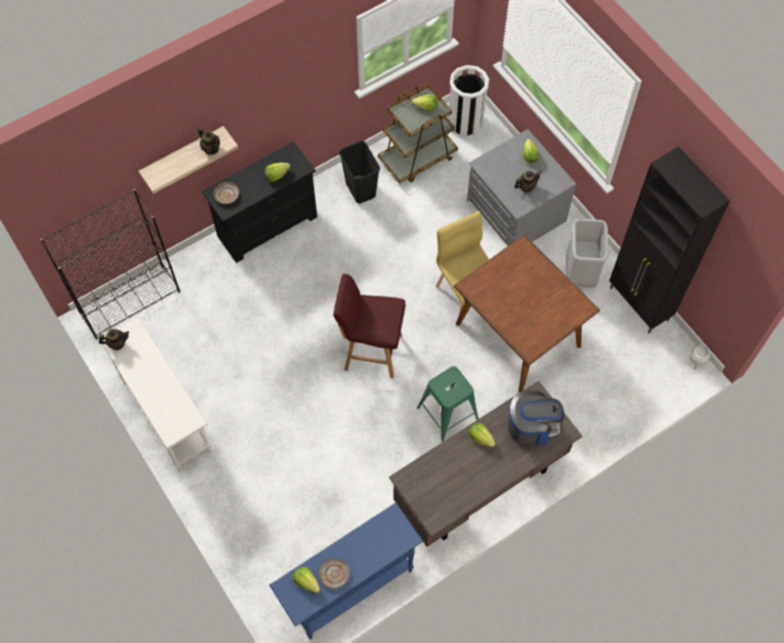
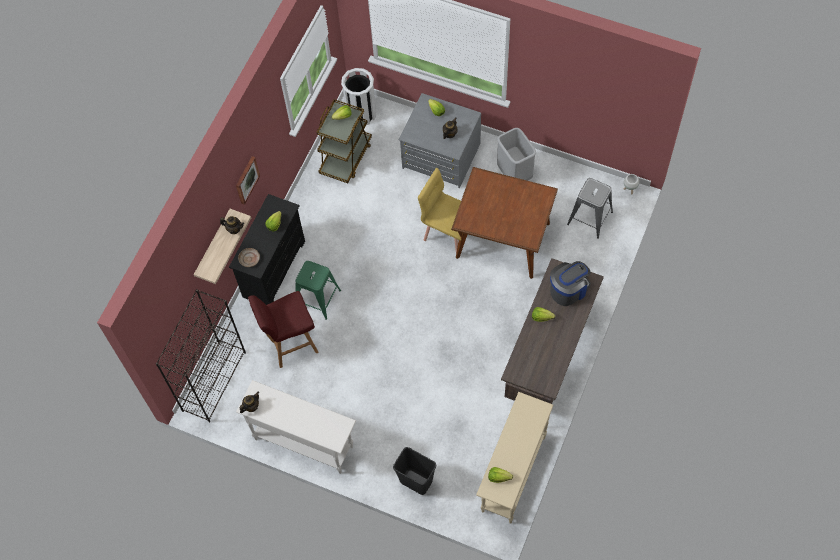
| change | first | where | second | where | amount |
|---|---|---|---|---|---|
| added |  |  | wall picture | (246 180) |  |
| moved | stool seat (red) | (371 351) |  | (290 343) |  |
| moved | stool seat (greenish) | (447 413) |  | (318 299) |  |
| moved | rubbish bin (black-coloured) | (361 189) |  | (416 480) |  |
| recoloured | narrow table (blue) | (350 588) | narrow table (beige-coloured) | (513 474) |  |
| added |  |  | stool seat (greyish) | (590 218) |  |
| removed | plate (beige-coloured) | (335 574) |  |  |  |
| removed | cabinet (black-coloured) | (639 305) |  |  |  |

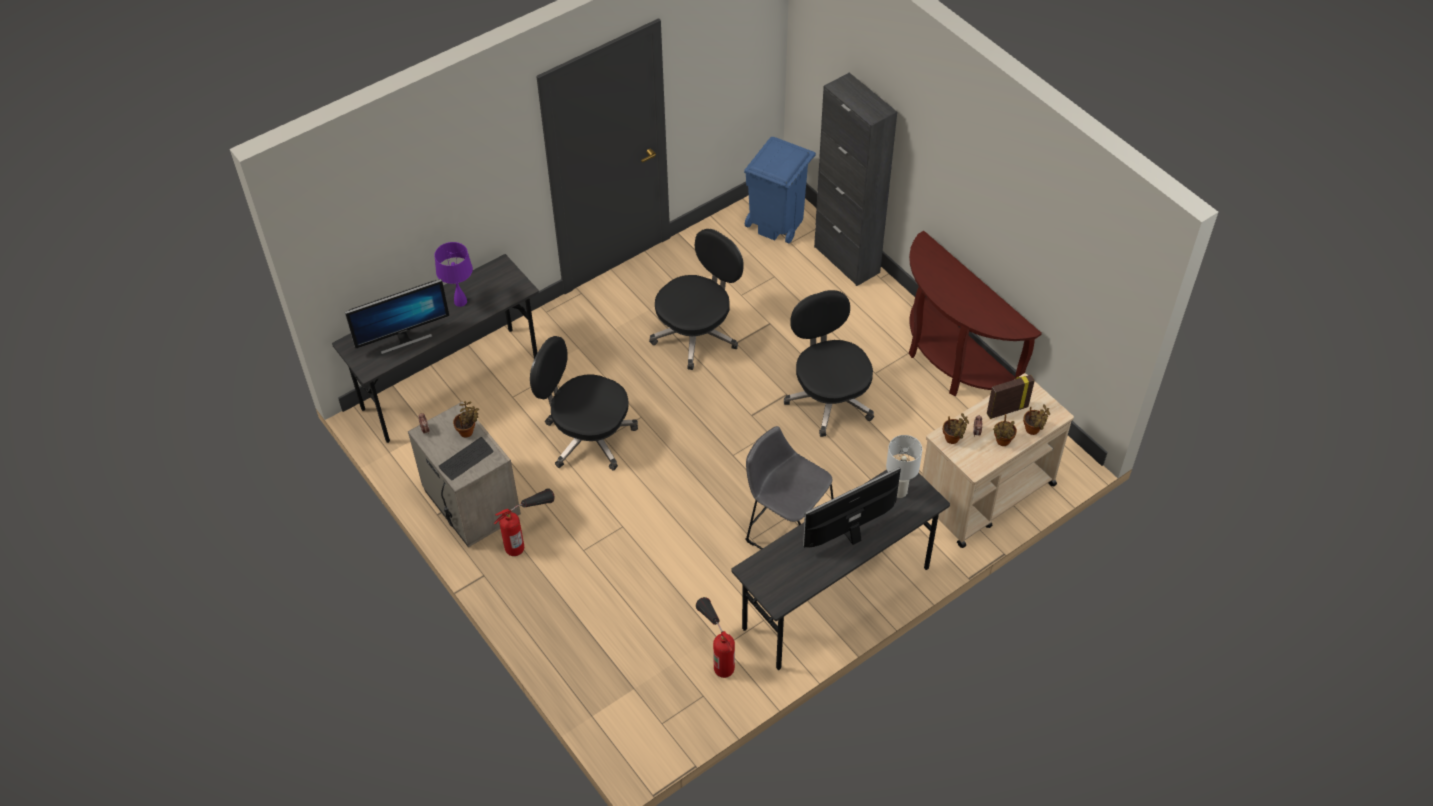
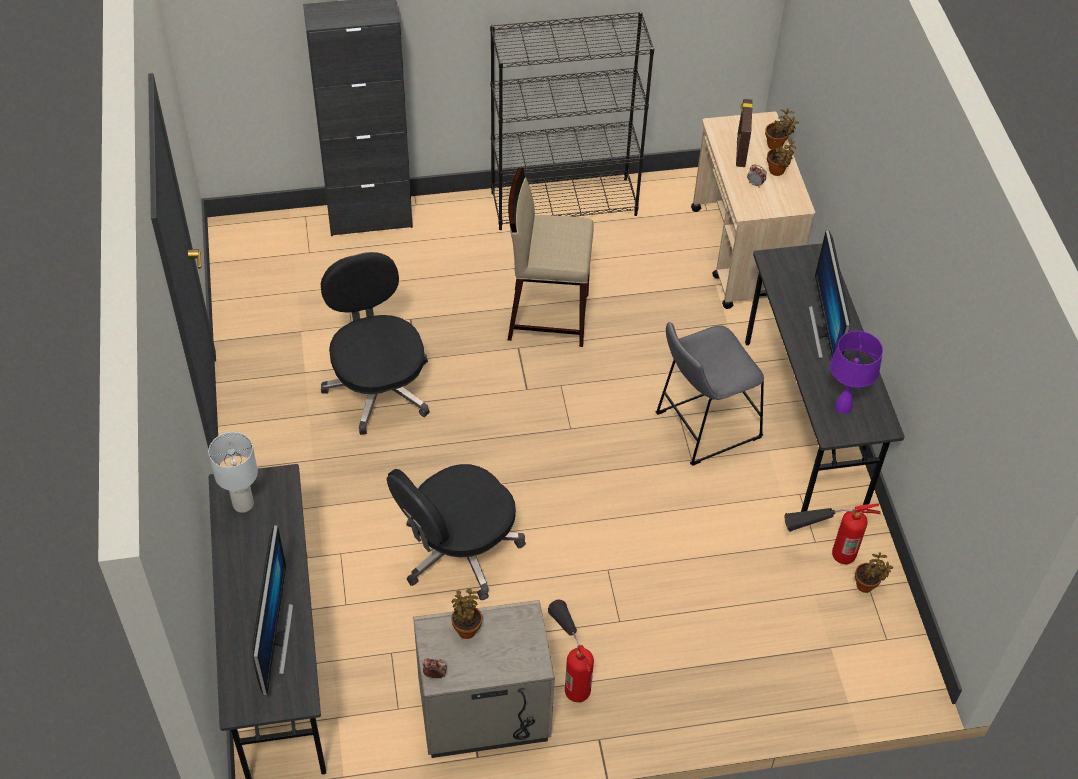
| change | first | where | second | where | amount |
|---|---|---|---|---|---|
| moved | tabletop lamp (white) | (898 491) |  | (242 504) |  |
| replaced | narrow table (brown) | (951 362) | bookshelf (black-coloured) | (564 203) |  |
| replaced | computer chair (black-coloured) | (829 398) | stool seat (beige-coloured) | (547 316) |  |
| moved | tabletop lamp (purple) | (460 302) |  | (843 406) |  |
| moved | plant in a pot | (953 439) |  | (866 585) |  |
| removed | computer keyboard | (466 459) |  |  |  |
| removed | rubbish bin (blue) | (776 223) |  |  |  |

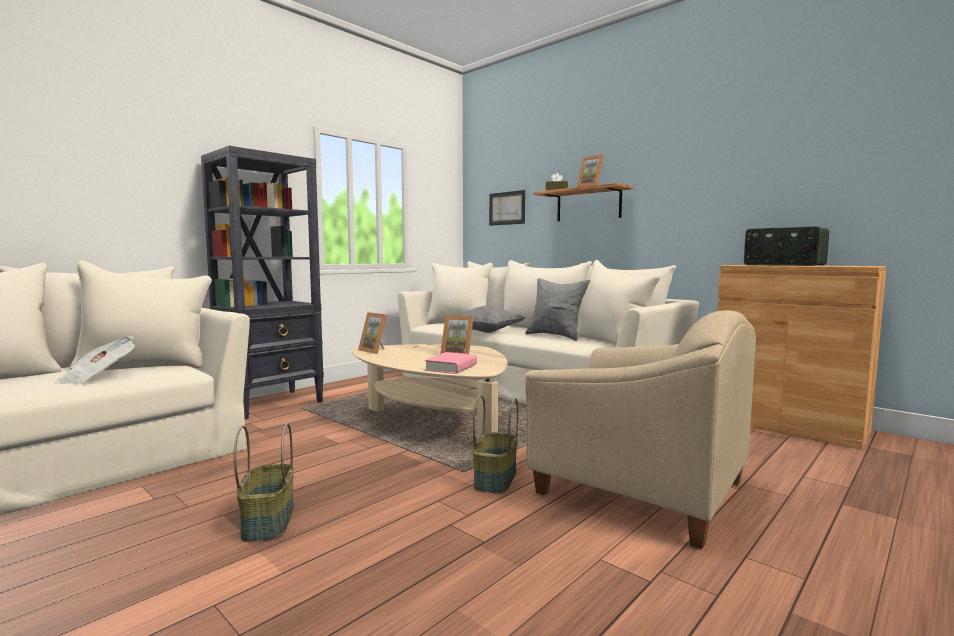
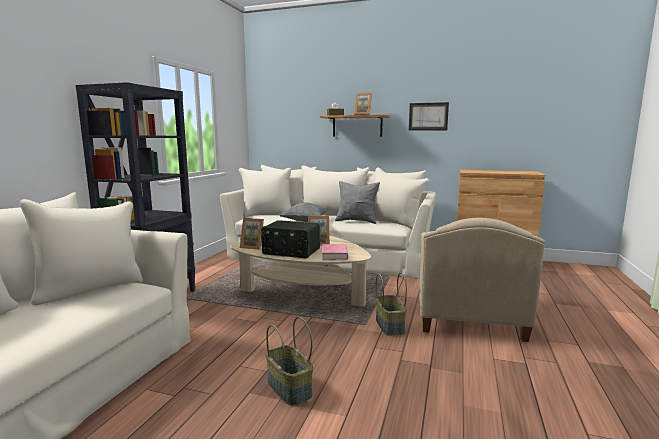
| change | first | where | second | where | amount |
|---|---|---|---|---|---|
| moved | radio | (784 265) |  | (291 252) |  |
| moved | wall picture | (507 208) |  | (428 116) |  |
| turned | lounge chair (beige-coloured) | (638 490) |  | (467 315) | 90 degrees clockwise |
| removed | printed paper | (97 377) |  |  |  |

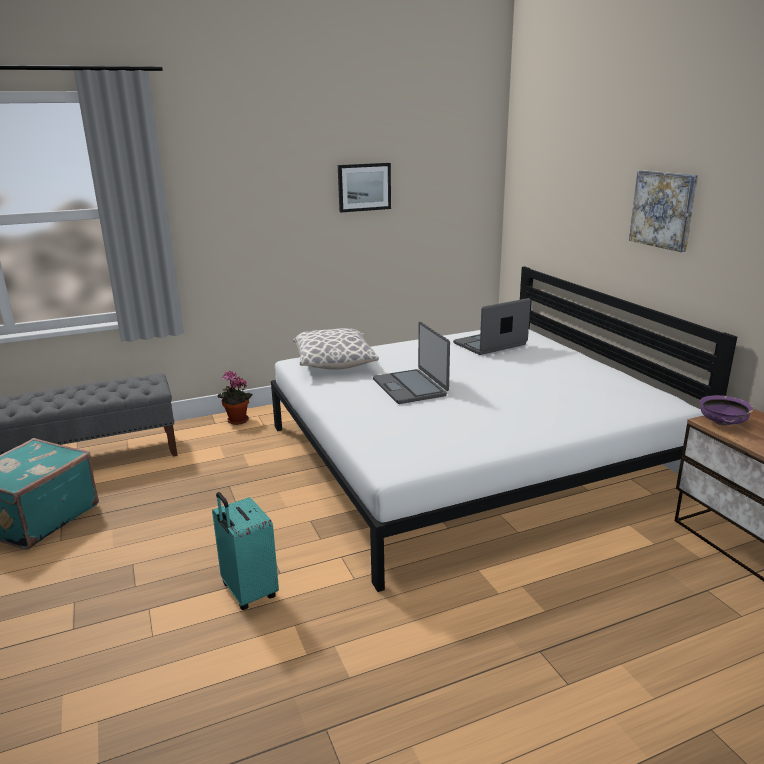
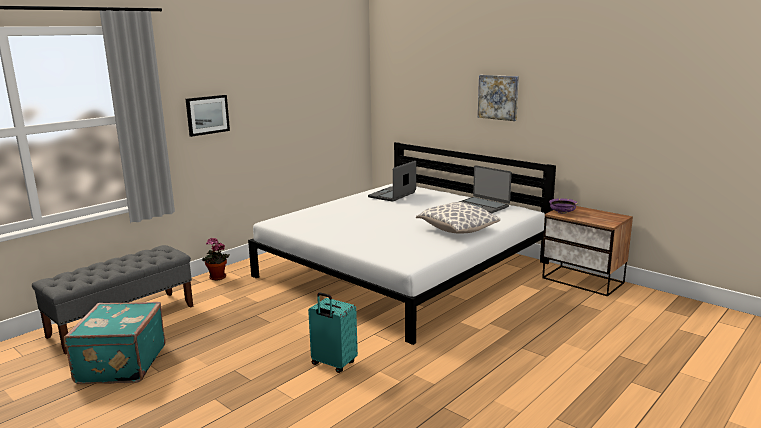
| change | first | where | second | where | amount |
|---|---|---|---|---|---|
| moved | wall picture | (364 187) |  | (207 115) |  |
| moved | pillow | (334 364) |  | (457 230) |  |
| moved | laptop | (410 387) |  | (482 206) |  |

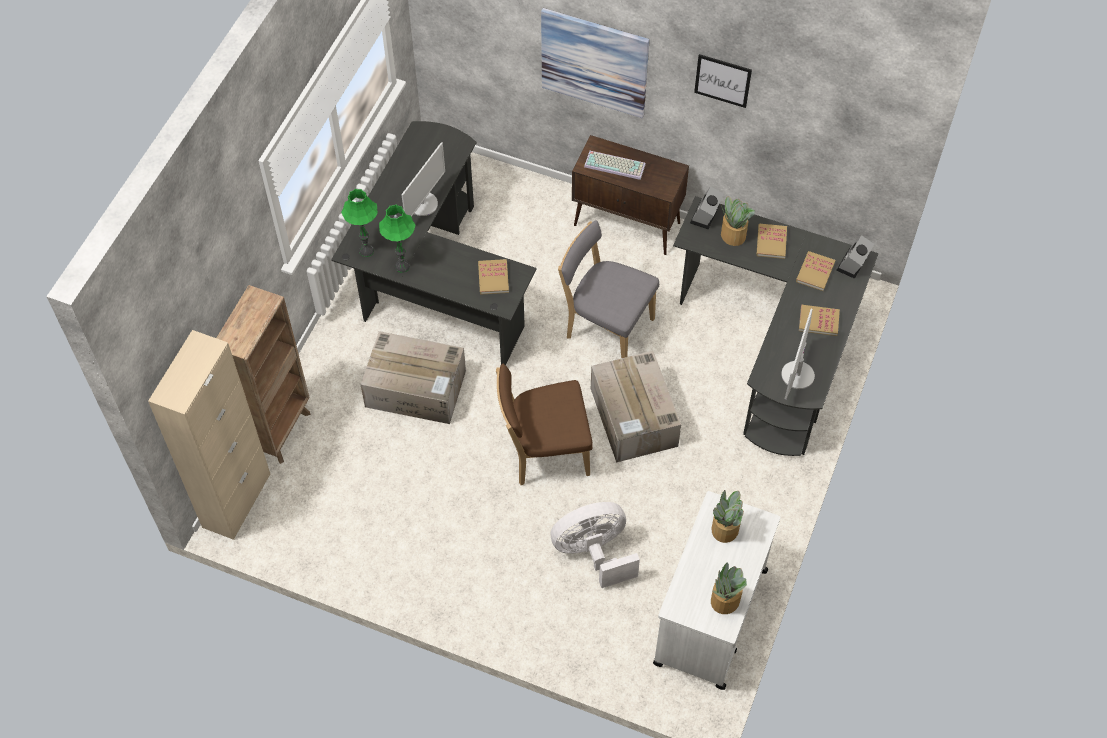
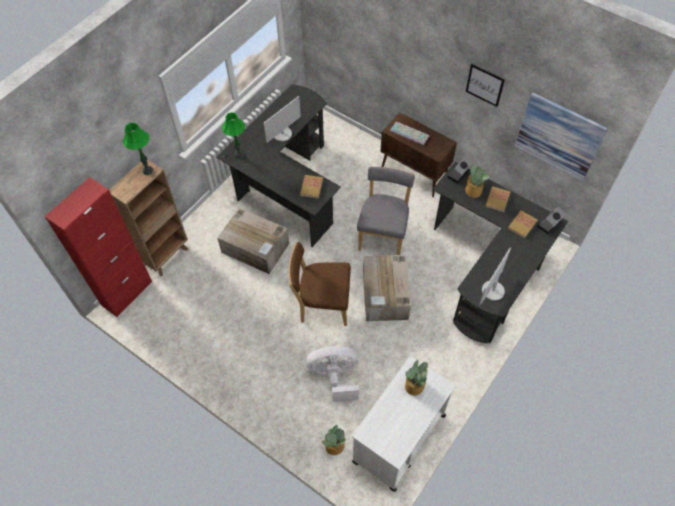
| change | first | where | second | where | amount |
|---|---|---|---|---|---|
| recoloured | cabinet (beige-coloured) | (236 500) | cabinet (red) | (127 293) |  |
| moved | tabletop lamp (greenish) | (402 266) |  | (148 171) |  |
| moved | plant in a pot | (724 601) |  | (334 446) |  |
| turned | plain chair (greyish) | (606 326) |  | (383 234) | 60 degrees clockwise |
| moved | wall picture | (594 62) |  | (559 137) |  |
| removed | book | (818 321) |  |  |  |

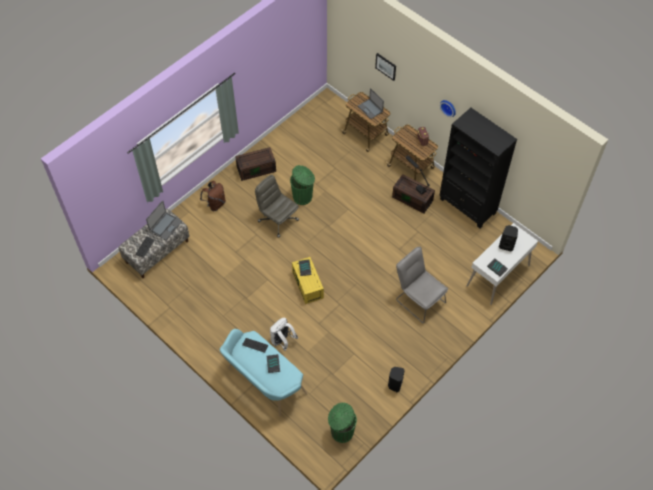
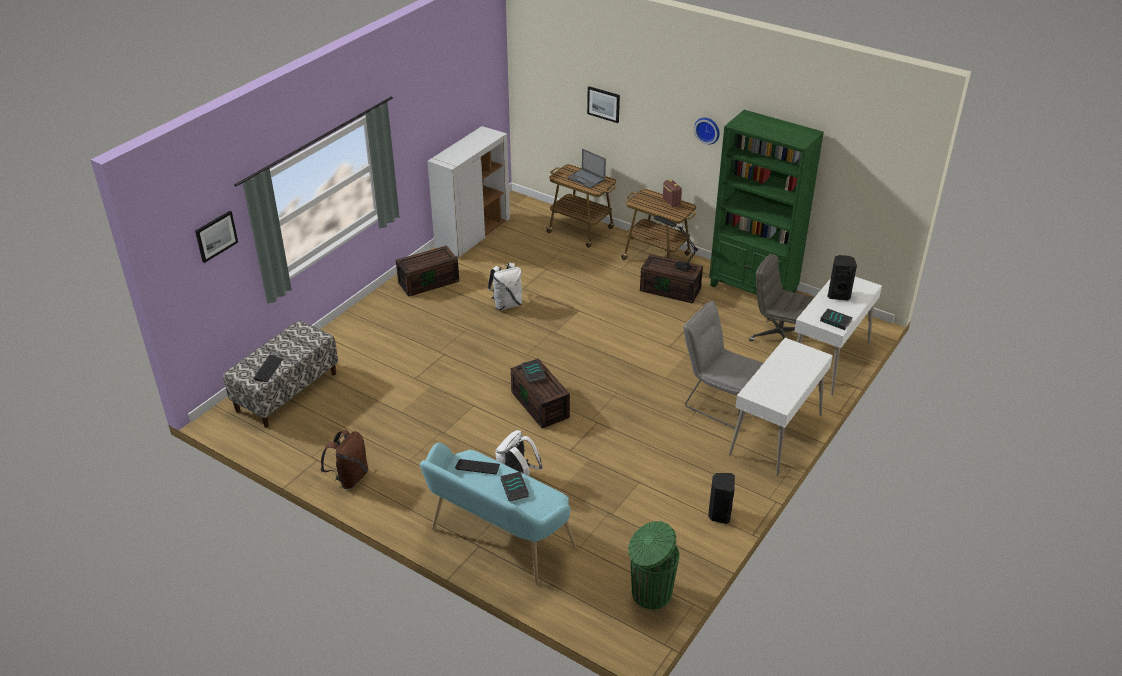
| change | first | where | second | where | amount |
|---|---|---|---|---|---|
| added |  |  | wall picture | (216 236) |  |
| moved | backpack (brown) | (215 204) |  | (349 478) |  |
| added |  |  | cabinet (white) | (473 234) |  |
| replaced | rubbish bin (greenish) | (303 197) | backpack (white) | (507 304) |  |
| recoloured | storage bin (yellow) | (308 285) | storage bin (brown) | (541 405) |  |
| recoloured | bookshelf (black-coloured) | (467 206) | bookshelf (greenish) | (753 289) |  |
| added |  |  | desk table (white) | (776 435) |  |
| moved | computer chair (greyish) | (277 220) |  | (778 336) |  |
| removed | laptop | (165 226) |  |  |  |

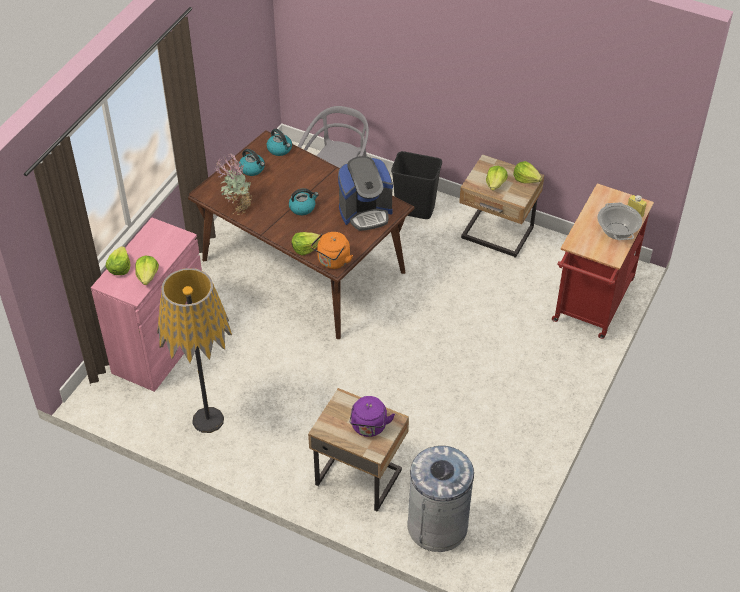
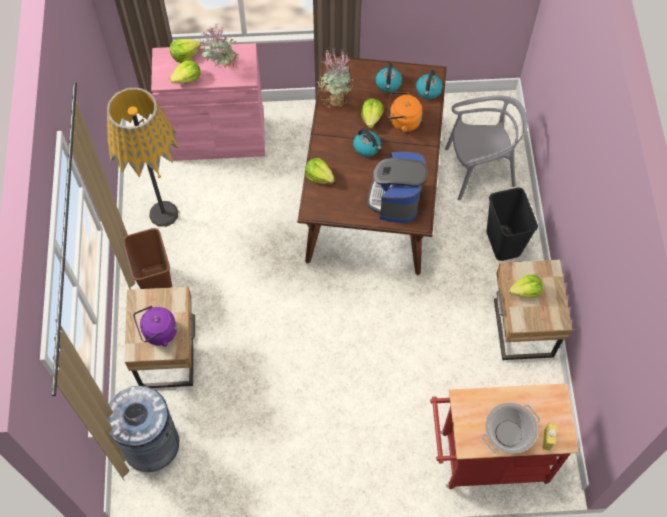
| change | first | where | second | where | amount |
|---|---|---|---|---|---|
| added |  |  | rubbish bin (brown) | (156 283) |  |
| added |  |  | plant in a pot | (222 68) |  |
| moved | lettuce head | (526 179) |  | (371 117) |  |
| turned | coffee maker | (365 212) |  | (396 199) | 60 degrees clockwise |
| moved | water kettle (orange) | (332 261) |  | (402 121) |  |

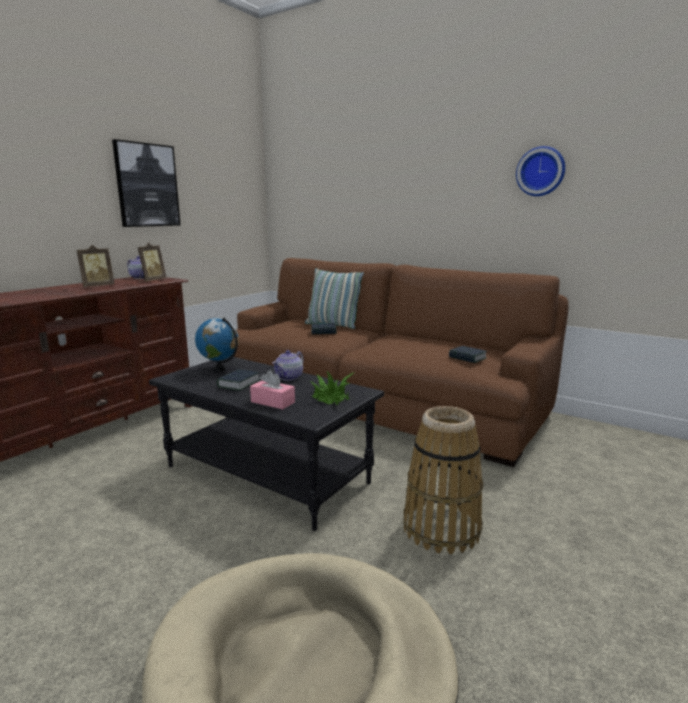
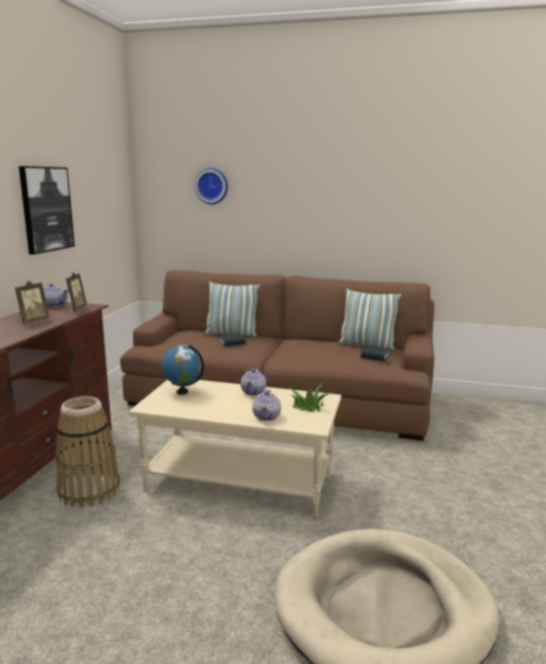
| change | first | where | second | where | amount |
|---|---|---|---|---|---|
| moved | storage basket | (441 528) |  | (89 490) |  |
| recoloured | coffee table (black-coloured) | (268 474) | coffee table (beige-coloured) | (241 480) |  |
| moved | wall clock | (541 171) |  | (212 186) |  |
| replaced | box of tissues (pinkish) | (273 402) | pot for tea | (267 416) |  |
| added |  |  | pillow | (366 345) |  |
| removed | book | (238 384) |  |  |  |

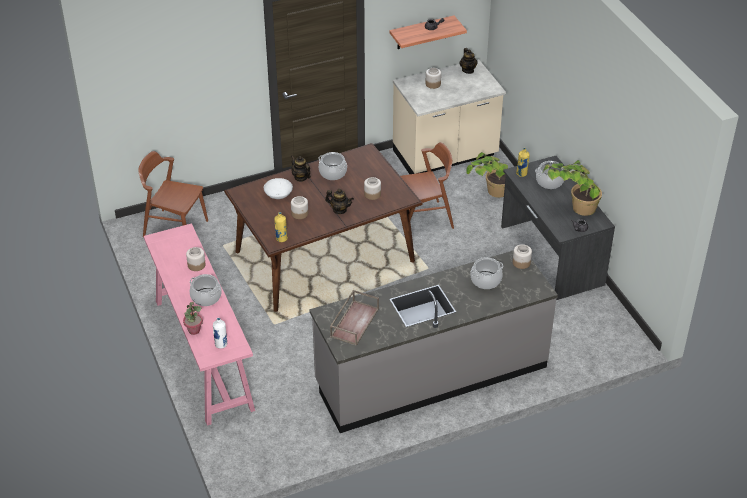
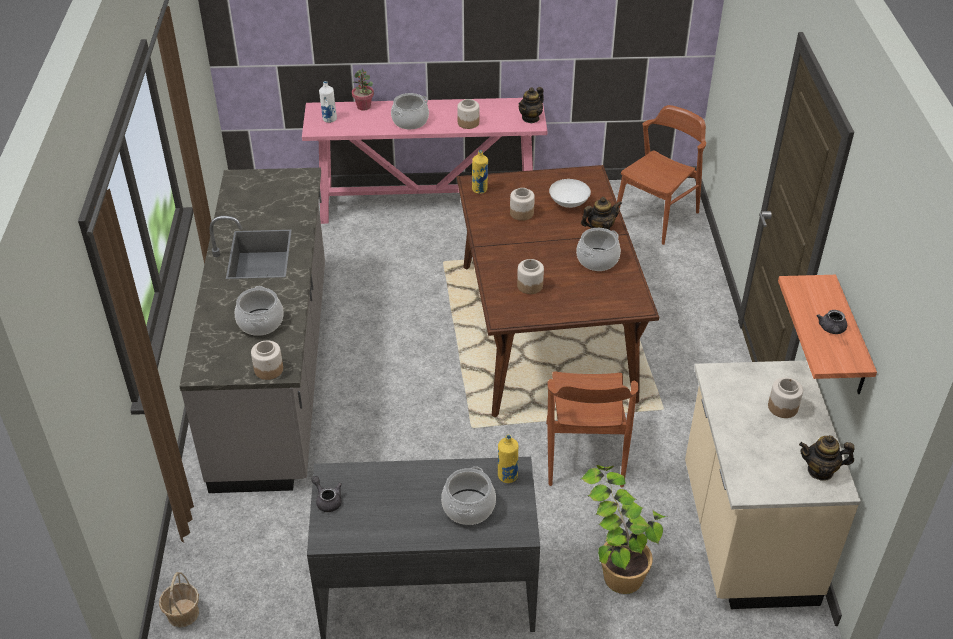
| change | first | where | second | where | amount |
|---|---|---|---|---|---|
| added |  |  | storage basket | (183 613) |  |
| moved | pot for tea | (339 210) |  | (530 118) |  |
| removed | carrying tray (brown) | (354 322) |  |  |  |
| removed | plant in a pot | (571 208) |  |  |  |

